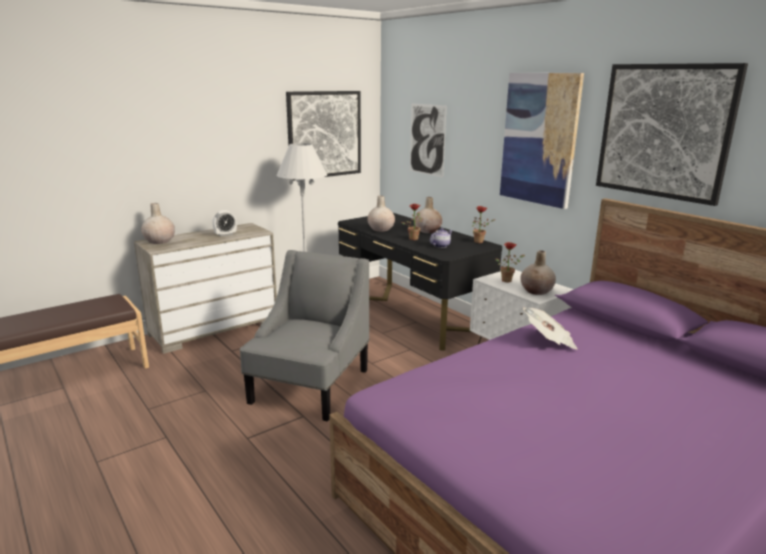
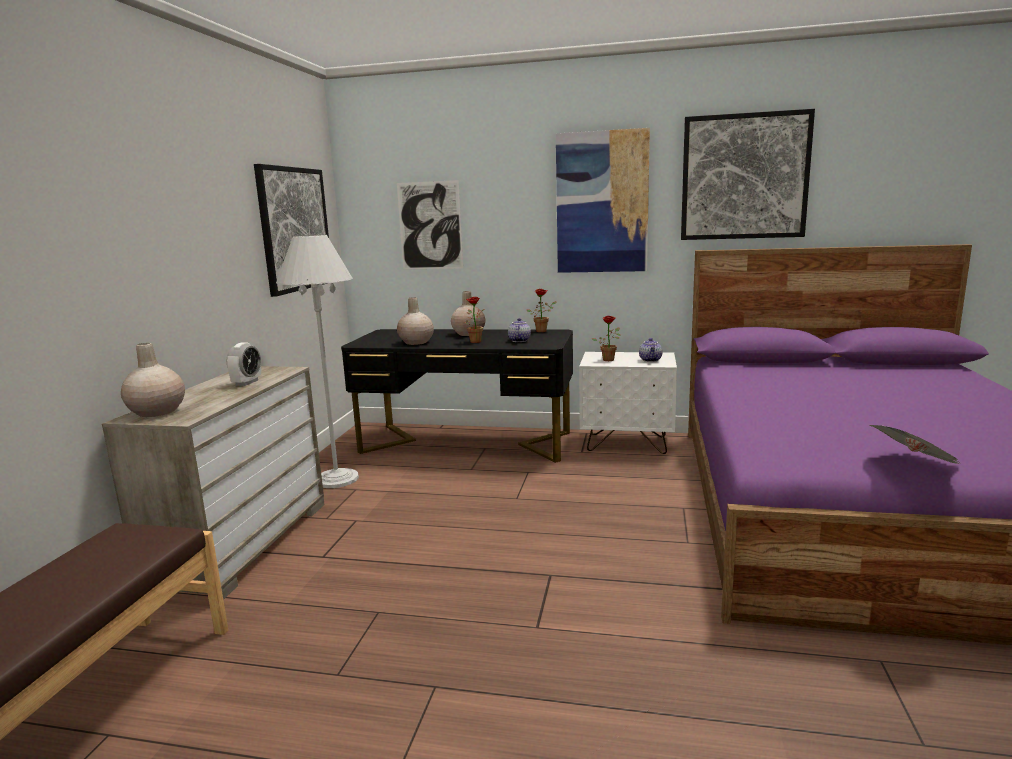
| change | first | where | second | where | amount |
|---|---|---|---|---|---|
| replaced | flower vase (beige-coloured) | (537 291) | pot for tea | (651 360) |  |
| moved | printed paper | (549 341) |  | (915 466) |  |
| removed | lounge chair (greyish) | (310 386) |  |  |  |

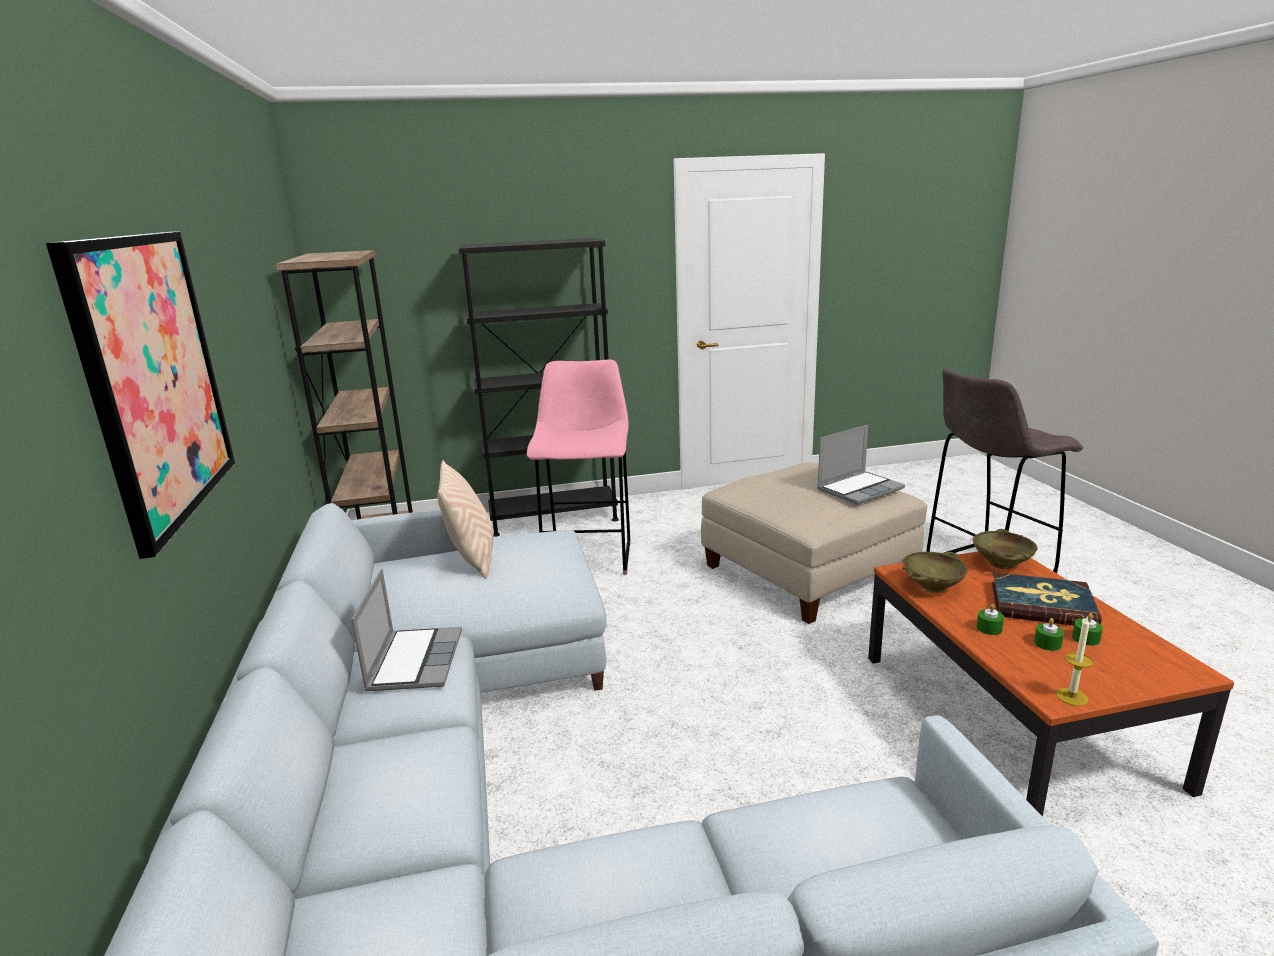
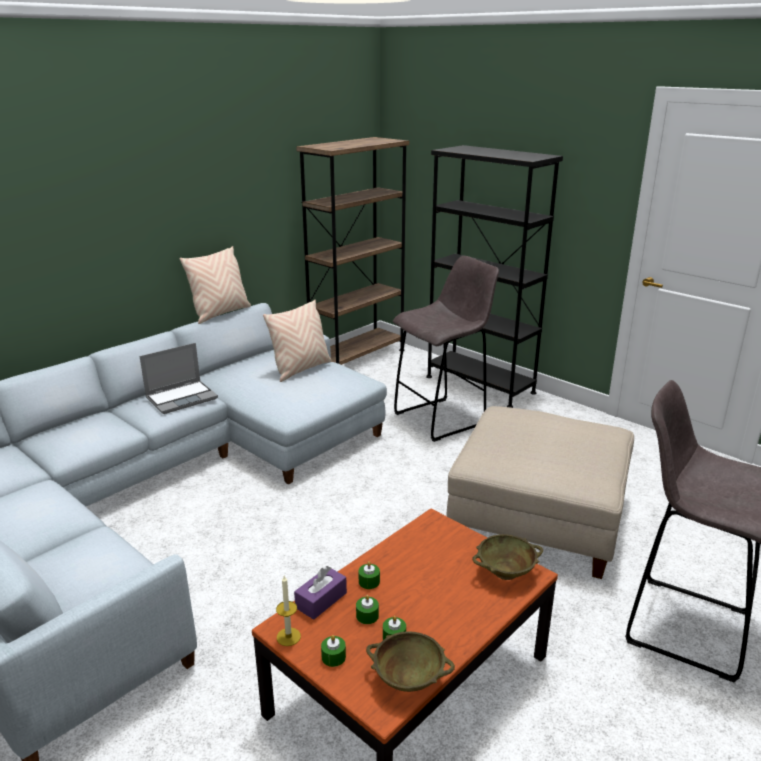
| change | first | where | second | where | amount |
|---|---|---|---|---|---|
| added |  |  | pillow (beige-coloured) | (220 313) |  |
| added |  |  | box of tissues (purple) | (321 600) |  |
| added |  |  | wax light (greenish) | (333 657) |  |
| moved | serving bowl (beige-coloured) | (932 587) |  | (408 679) |  |
| recoloured | stool seat (pinkish) | (589 556) | stool seat (greyish) | (442 418) |  |
| removed | wall picture | (155 378) |  |  |  |
| removed | laptop | (860 489) |  |  |  |
| removed | book | (1042 604) |  |  |  |

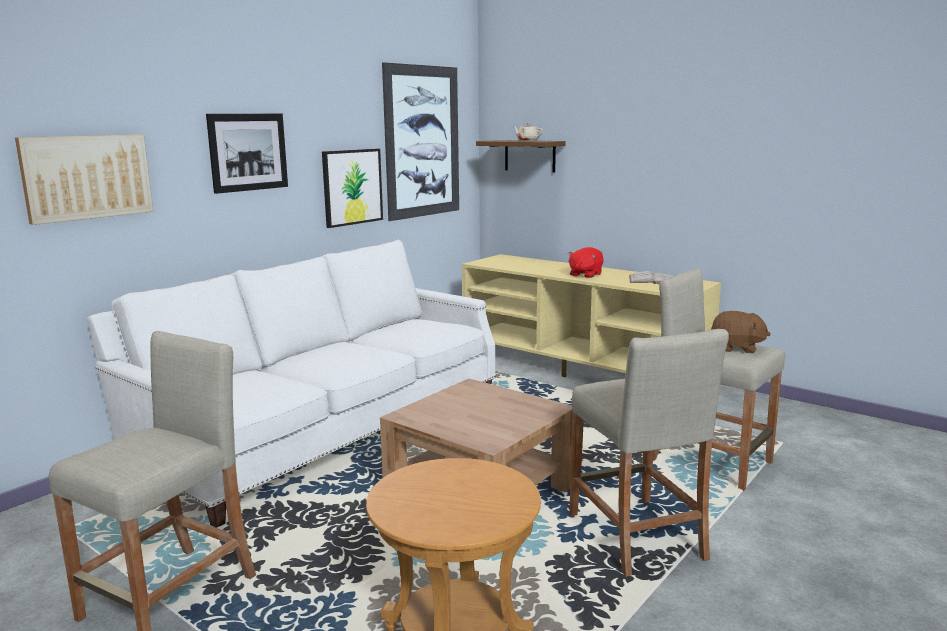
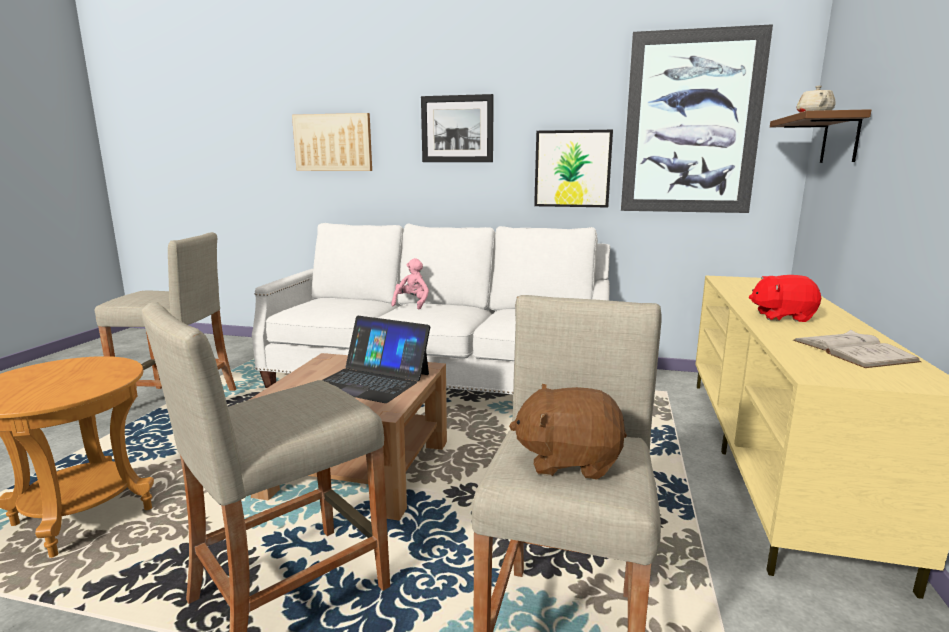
| change | first | where | second | where | amount |
|---|---|---|---|---|---|
| added |  |  | laptop | (372 380) |  |
| added |  |  | cuddly toy (pinkish) | (412 303) |  |
| turned | cuddly toy (brown) | (737 348) |  | (568 460) | 105 degrees clockwise |

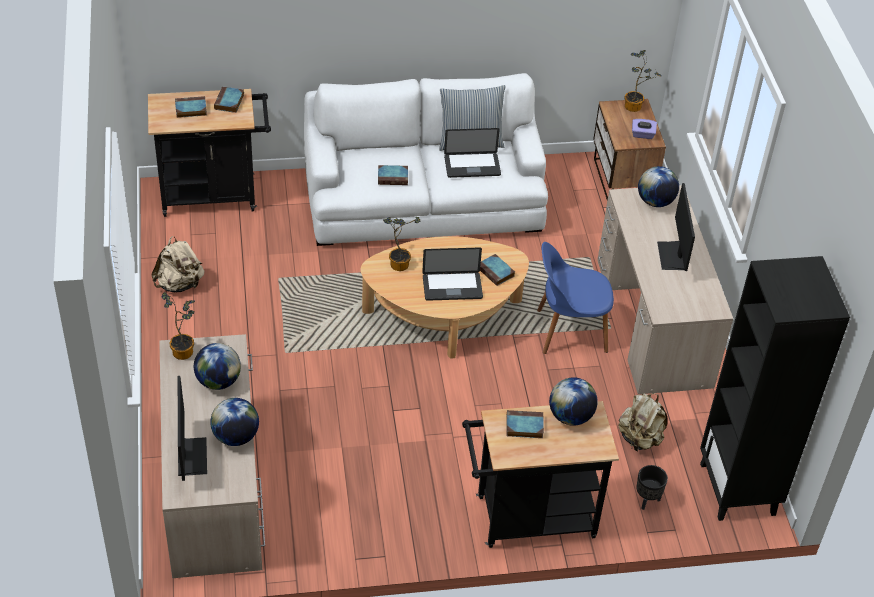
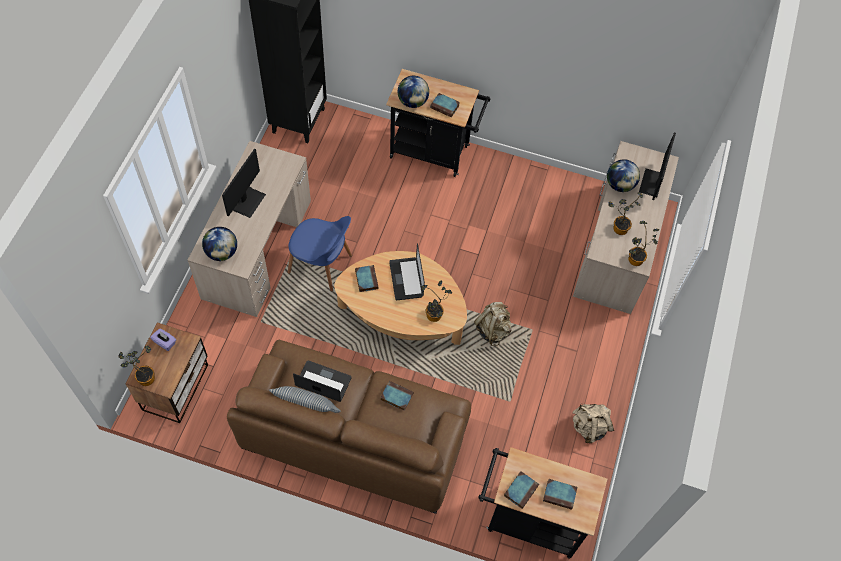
| change | first | where | second | where | amount |
|---|---|---|---|---|---|
| recoloured | sofa (white) | (423 202) | sofa (brown) | (354 434) |  |
| turned | laptop | (452 287) |  | (406 279) | 120 degrees counterclockwise |
| moved | backpack (beige-coloured) | (640 439) |  | (493 330) |  |
| replaced | world globe | (218 381) | plant in a pot | (618 228) |  |
| removed | flower pot (black-coloured) | (647 500) |  |  |  |

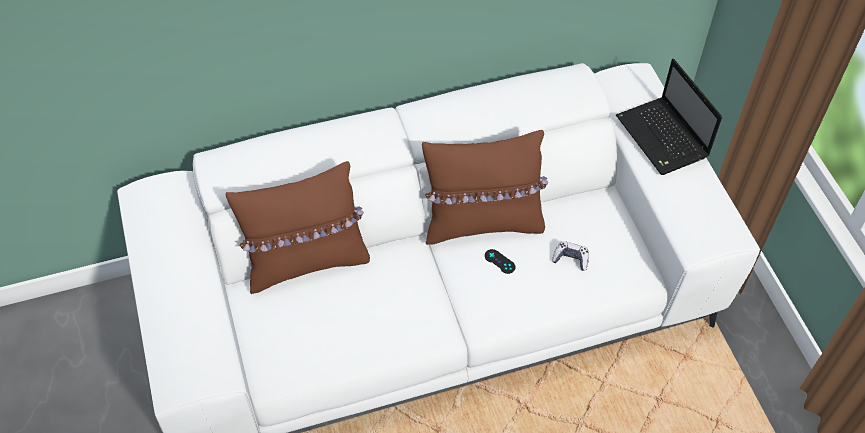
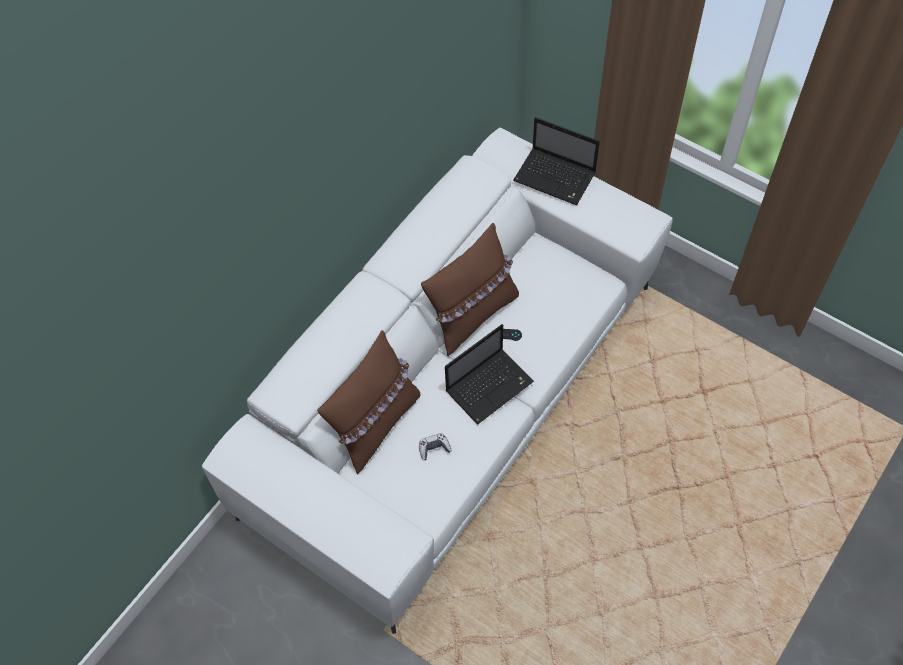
| change | first | where | second | where | amount |
|---|---|---|---|---|---|
| moved | joypad | (570 259) |  | (434 448) |  |
| added |  |  | laptop | (490 385) |  |

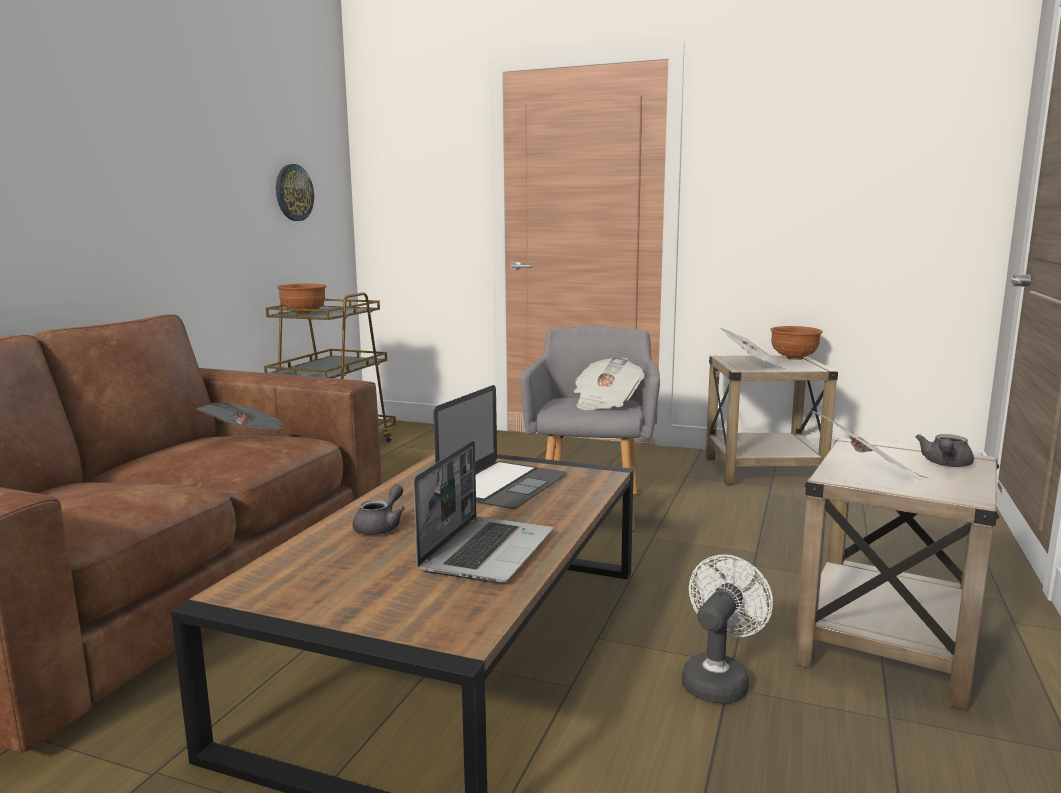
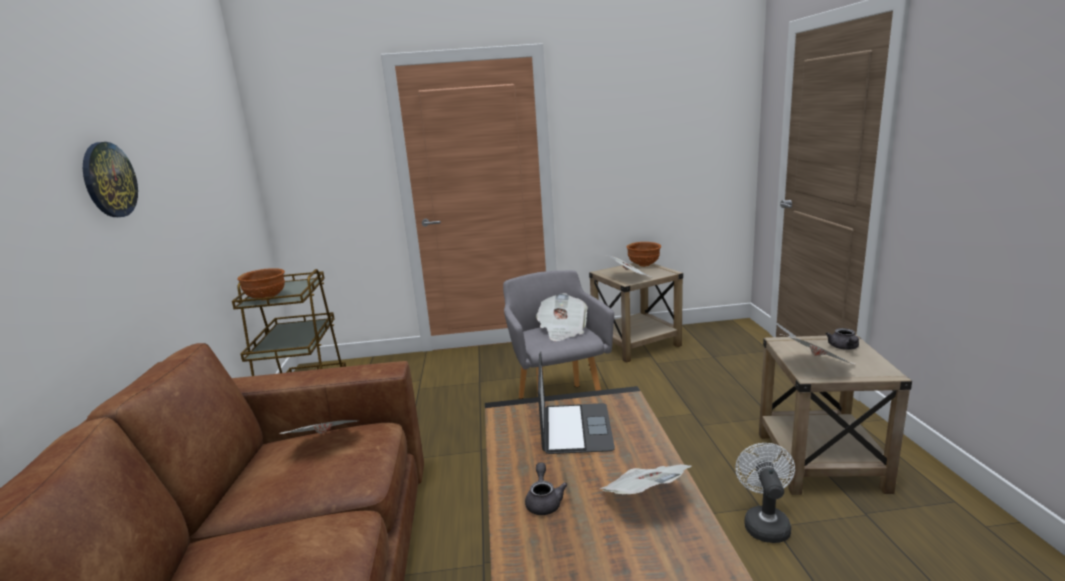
| change | first | where | second | where | amount |
|---|---|---|---|---|---|
| moved | wall clock | (293 192) |  | (109 180) |  |
| replaced | laptop | (487 550) | printed paper | (644 498) |  |

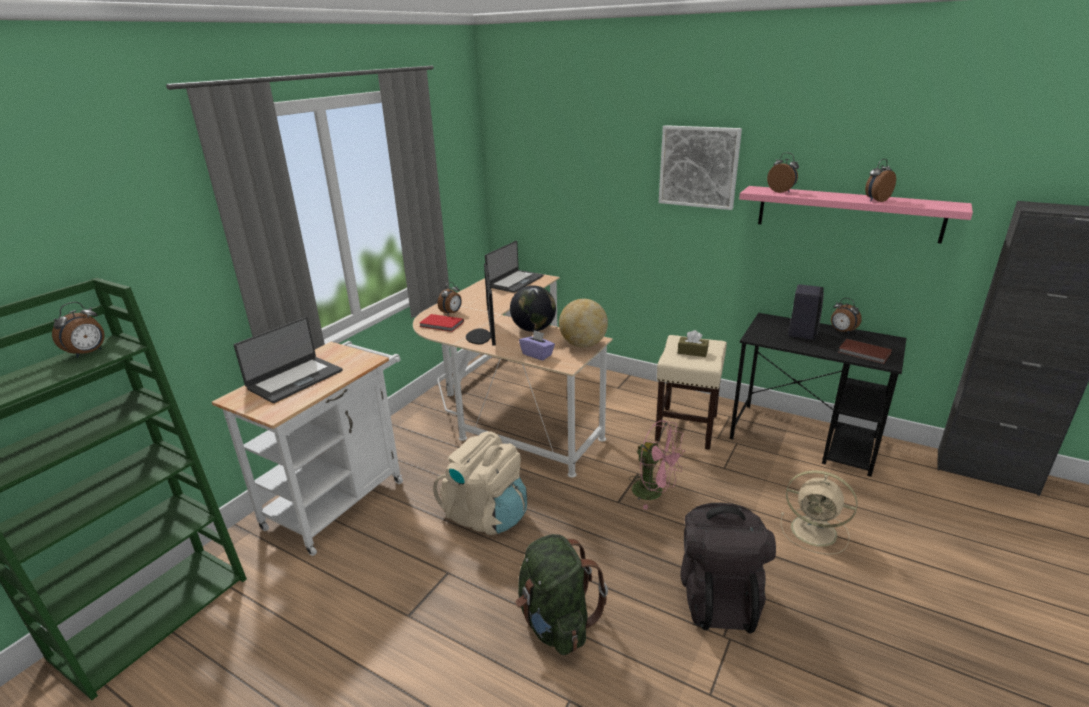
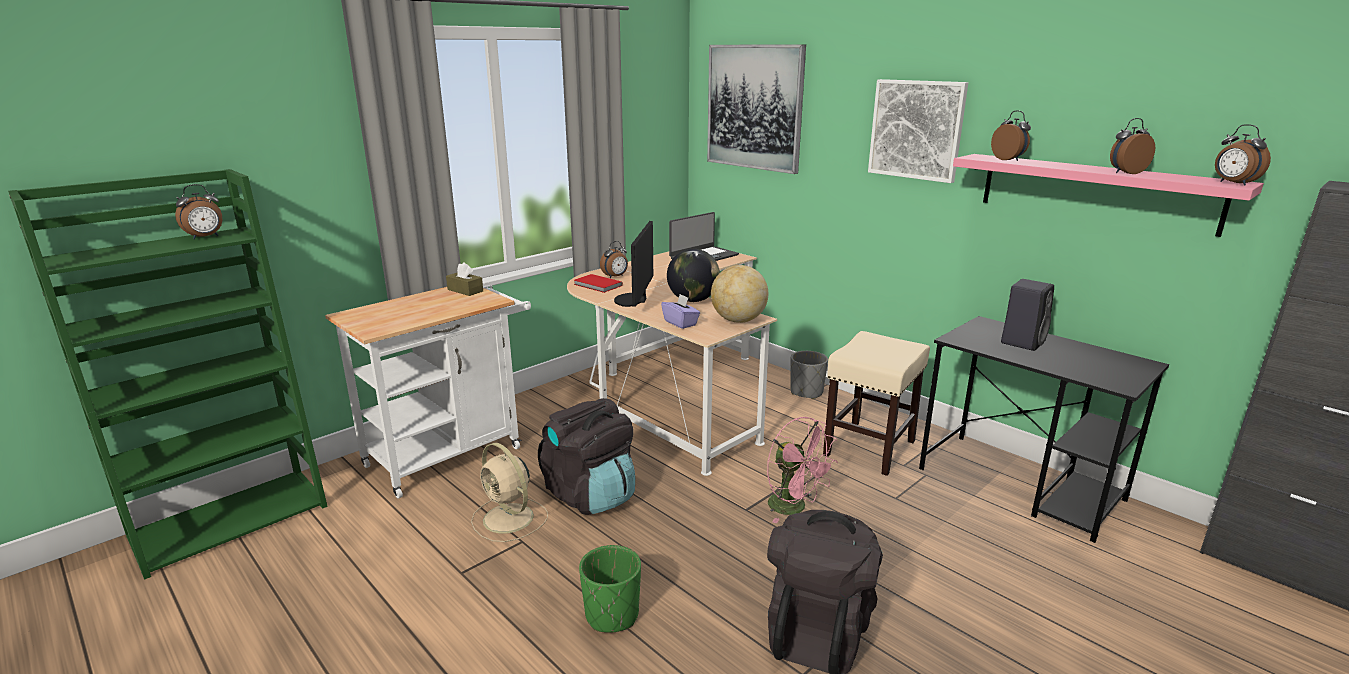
| change | first | where | second | where | amount |
|---|---|---|---|---|---|
| moved | box of tissues (brown) | (692 352) |  | (465 290) |  |
| moved | electric fan (beige-coloured) | (816 531) |  | (509 519) |  |
| recoloured | backpack (beige-coloured) | (486 515) | backpack (black-coloured) | (591 494) |  |
| replaced | backpack (greenish) | (556 622) | flower pot (greenish) | (612 615) |  |
| added |  |  | wall picture | (754 107) |  |
| added |  |  | flower pot (greyish) | (806 392) |  |
| moved | bedside clock | (842 331) |  | (1233 183) |  |
| removed | laptop | (294 379) |  |  |  |
| removed | book (brown) | (864 353) |  |  |  |

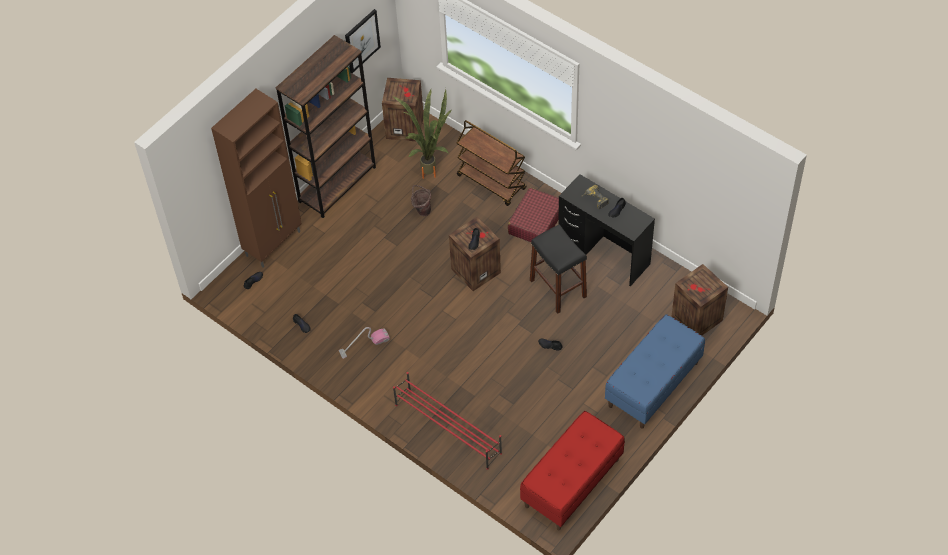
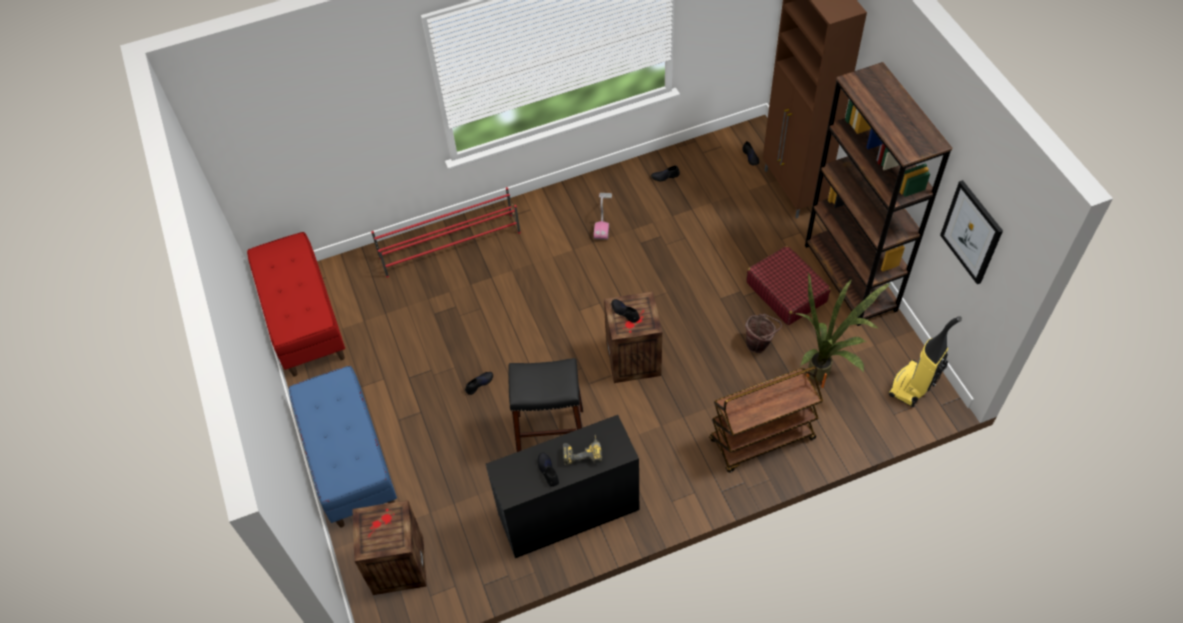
| change | first | where | second | where | amount |
|---|---|---|---|---|---|
| moved | travel case (red) | (535 222) |  | (786 292) |  |
| replaced | shipping crate | (405 127) | vacuum cleaner | (912 386) |  |

